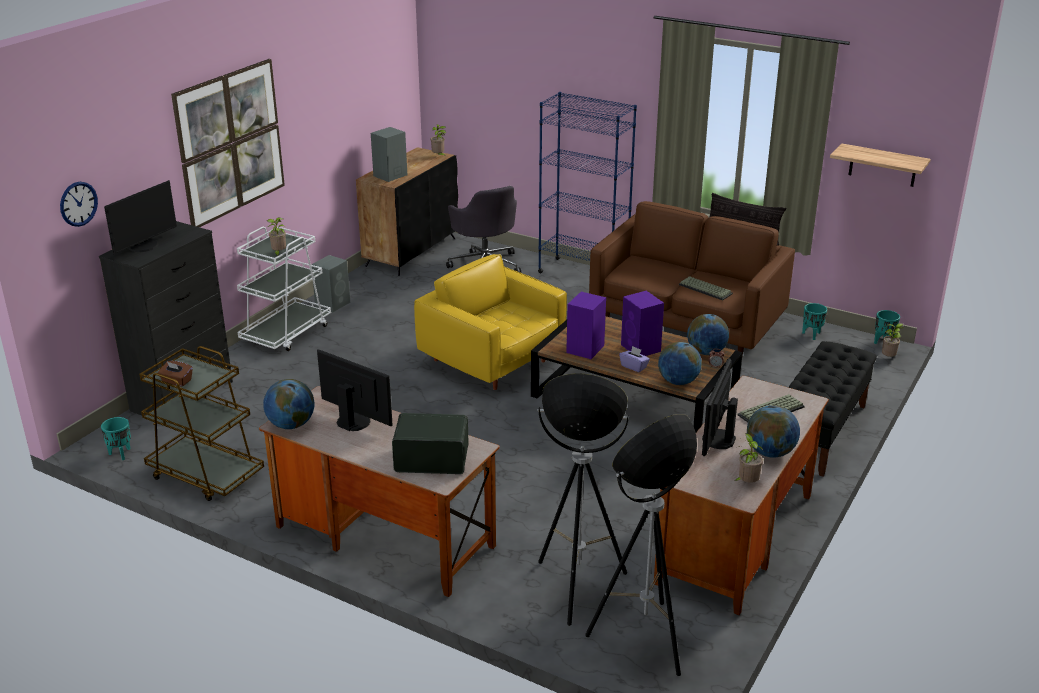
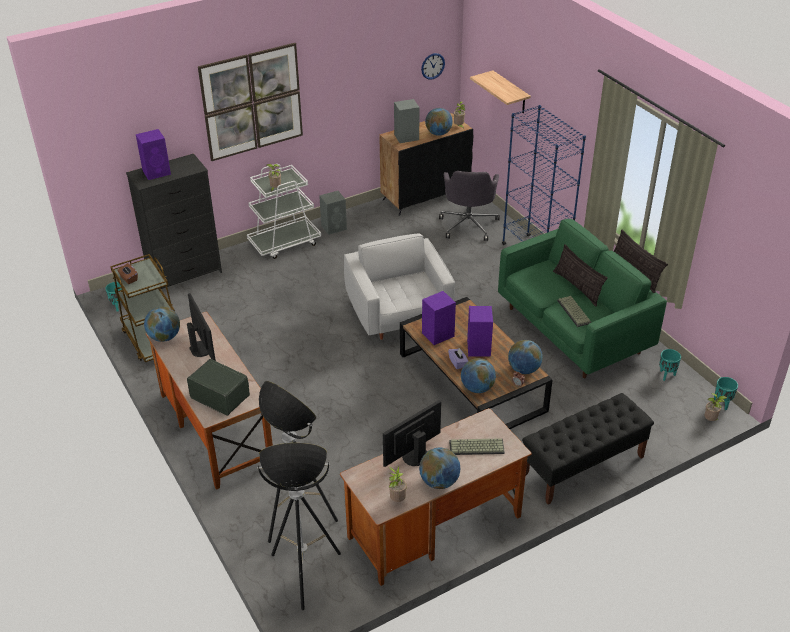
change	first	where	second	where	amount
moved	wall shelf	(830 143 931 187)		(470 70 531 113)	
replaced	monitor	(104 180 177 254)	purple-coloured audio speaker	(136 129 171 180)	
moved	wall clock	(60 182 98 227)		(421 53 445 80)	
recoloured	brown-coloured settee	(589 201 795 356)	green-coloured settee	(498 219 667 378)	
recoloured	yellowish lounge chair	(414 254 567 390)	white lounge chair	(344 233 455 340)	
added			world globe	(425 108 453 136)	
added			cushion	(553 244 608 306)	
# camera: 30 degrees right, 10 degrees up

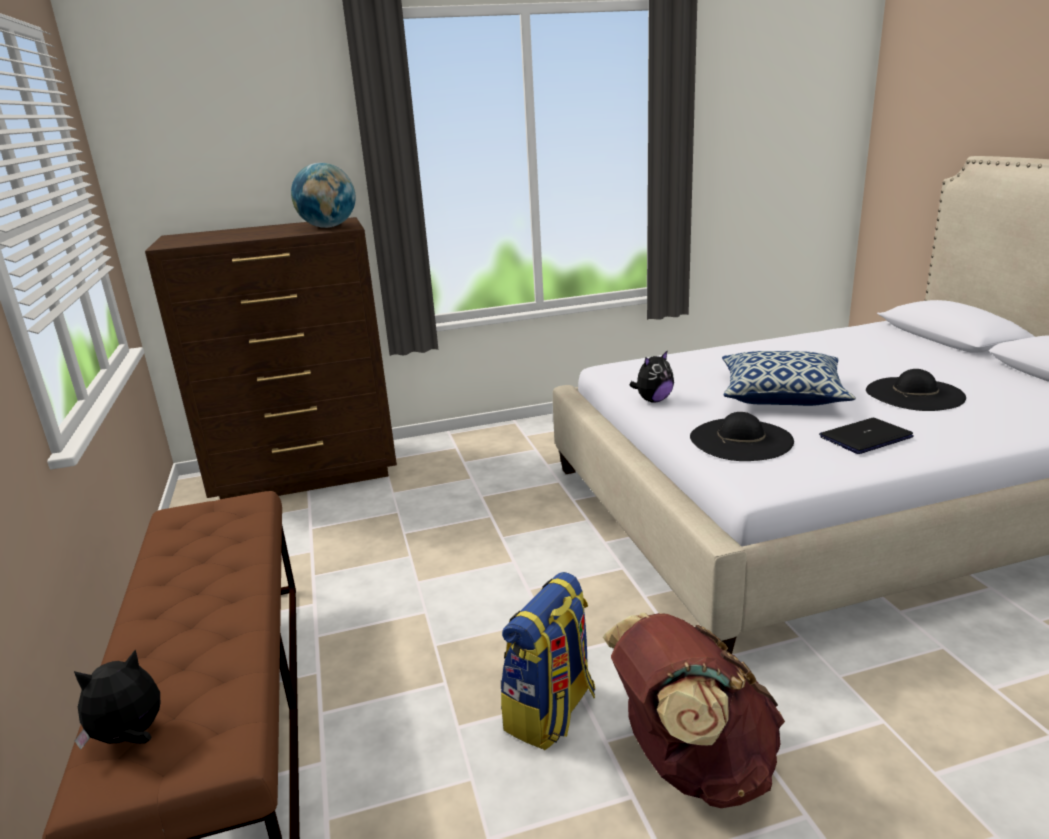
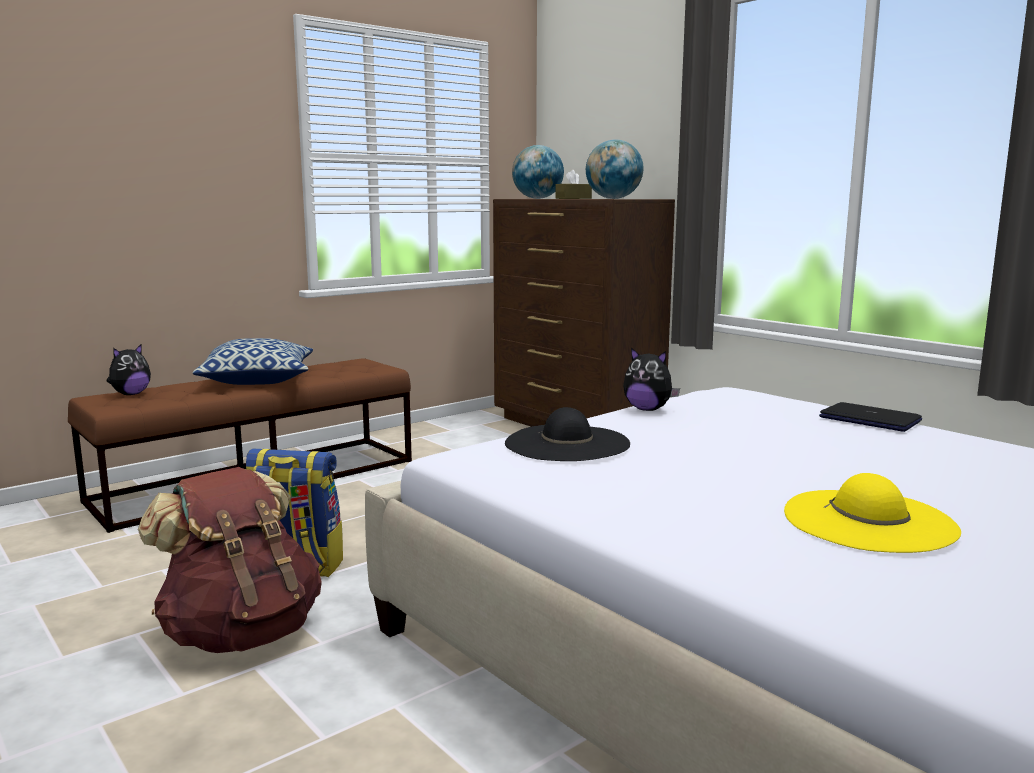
change	first	where	second	where	amount
moved	cushion	(722 351 856 406)		(193 338 313 385)	
recoloured	black-coloured hat	(866 369 966 411)	yellowish hat	(784 473 961 553)	
moved	laptop	(819 418 914 454)		(819 402 922 432)	
turned	plush toy	(74 650 160 750)		(107 344 151 395)	90 degrees clockwise
added			world globe	(512 145 564 199)	
added			brown-coloured box of tissues	(555 170 592 199)	
# camera: 65 degrees right, 10 degrees down

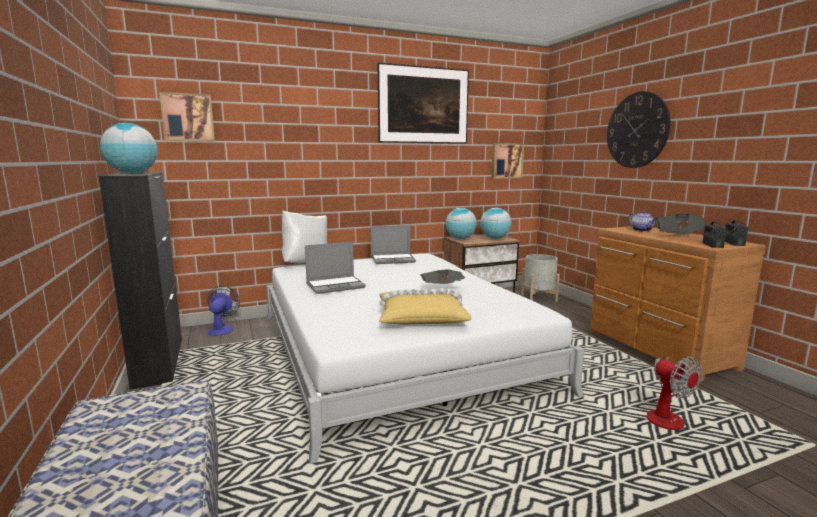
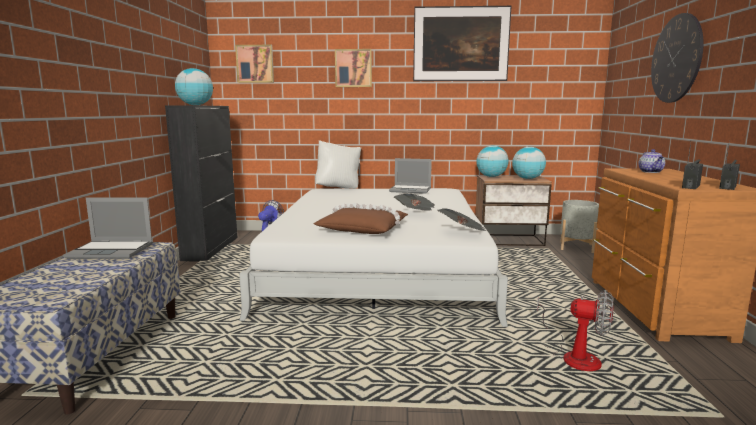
change	first	where	second	where	amount
moved	wall art	(491 143 524 179)		(335 49 372 87)	
moved	newspaper	(656 213 706 235)		(437 208 487 231)	
moved	laptop	(305 242 366 294)		(63 198 153 259)	
recoloured	yellowish cushion	(379 288 471 325)	brown-coloured cushion	(314 203 408 234)	
turned	electric fan	(642 356 702 430)		(537 290 614 371)	60 degrees counterclockwise
# camera: 25 degrees right, 0 degrees up

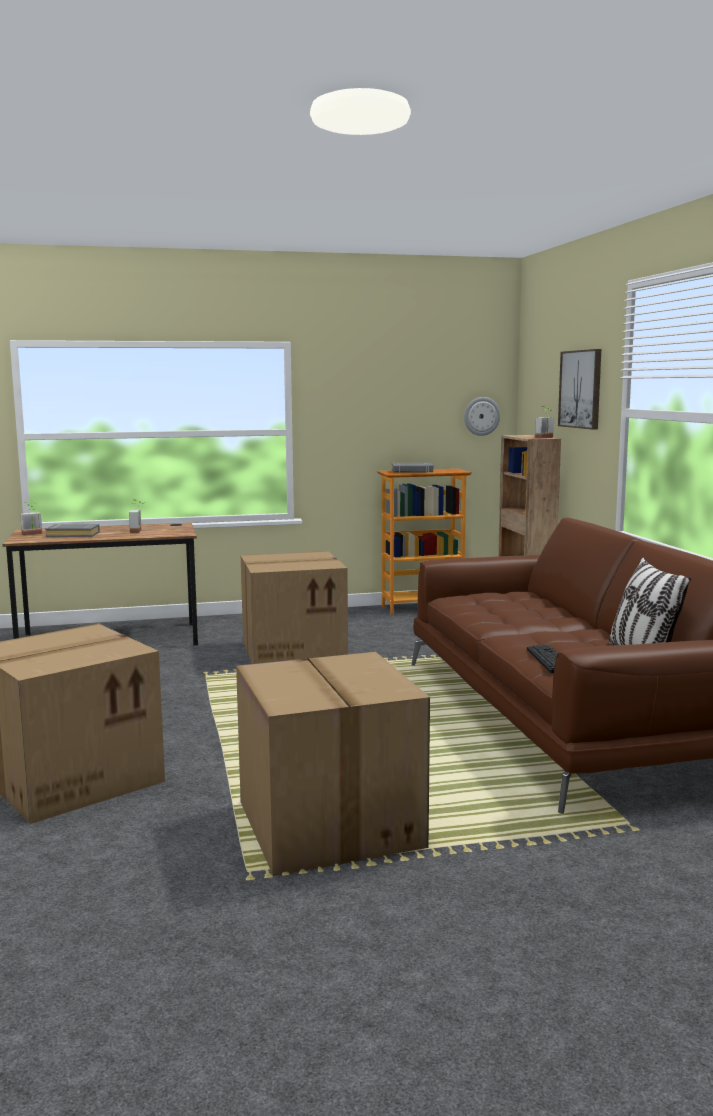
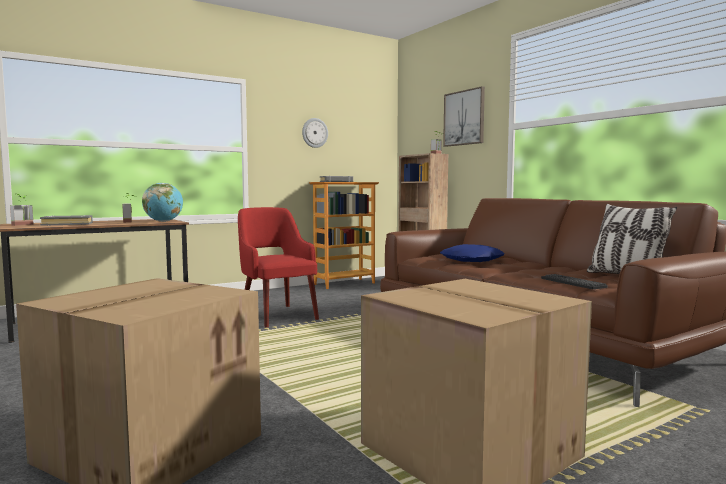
change	first	where	second	where	amount
moved	wall clock	(464 397 500 436)		(302 118 328 148)	
replaced	cardboard box	(241 551 348 664)	red lounge chair	(238 207 319 328)	
added			world globe	(142 183 183 222)	
added			blue cushion	(440 244 504 262)	
# camera: 20 degrees left, 5 degrees down

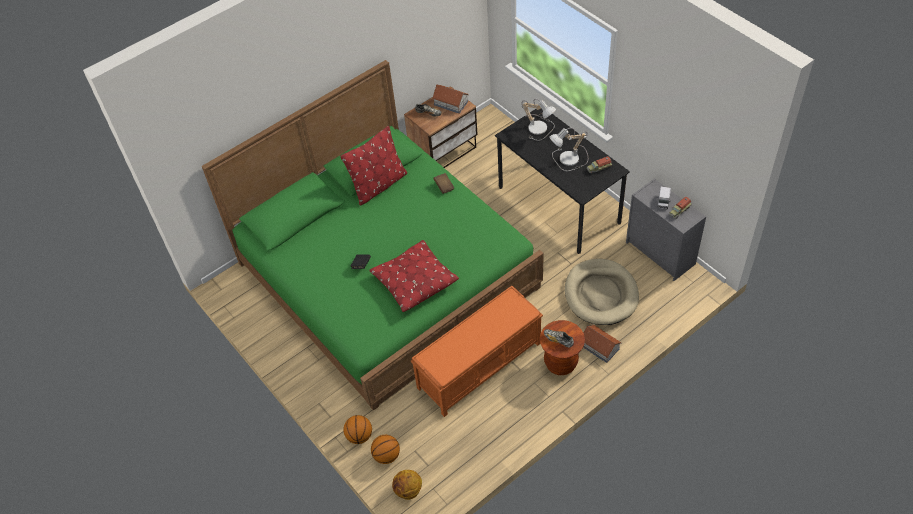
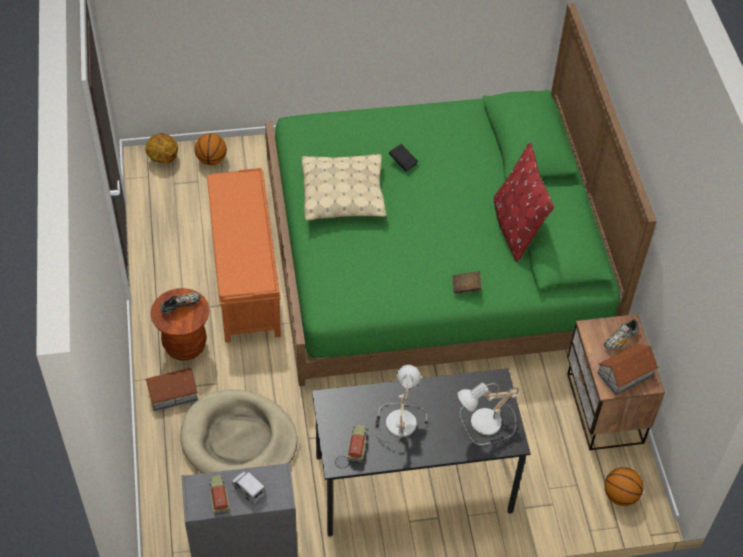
change	first	where	second	where	amount
recoloured	red cushion	(369 240 459 312)	sand-coloured cushion	(302 154 387 221)	
moved	ball for basketball	(344 415 372 444)		(604 467 643 506)	
# camera: 115 degrees right, 0 degrees up

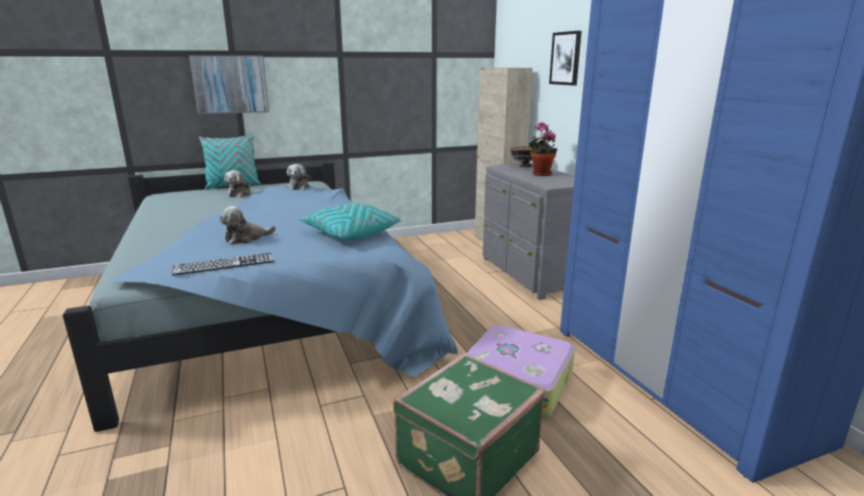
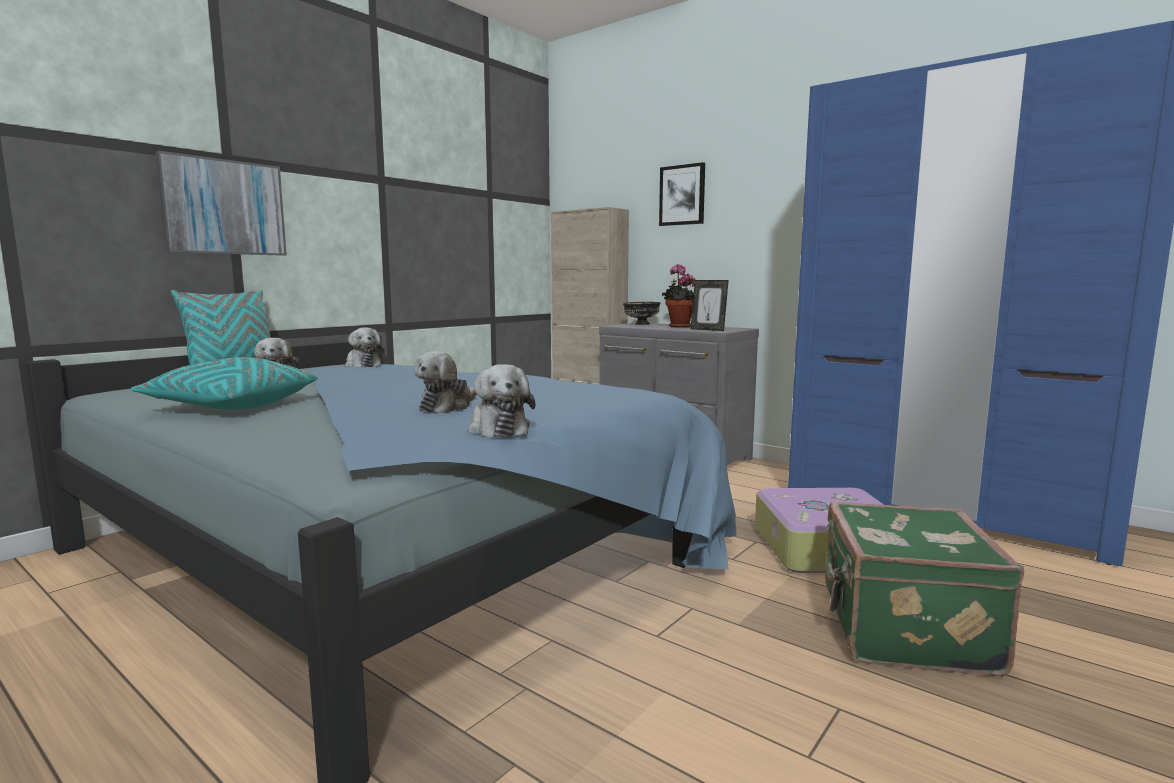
change	first	where	second	where	amount
moved	turquoise cushion	(299 202 401 240)		(130 357 318 410)	
replaced	keyboard	(172 253 274 276)	plush toy	(468 364 535 438)	
added			picture frame	(691 280 729 331)	
# camera: 30 degrees left, 10 degrees down

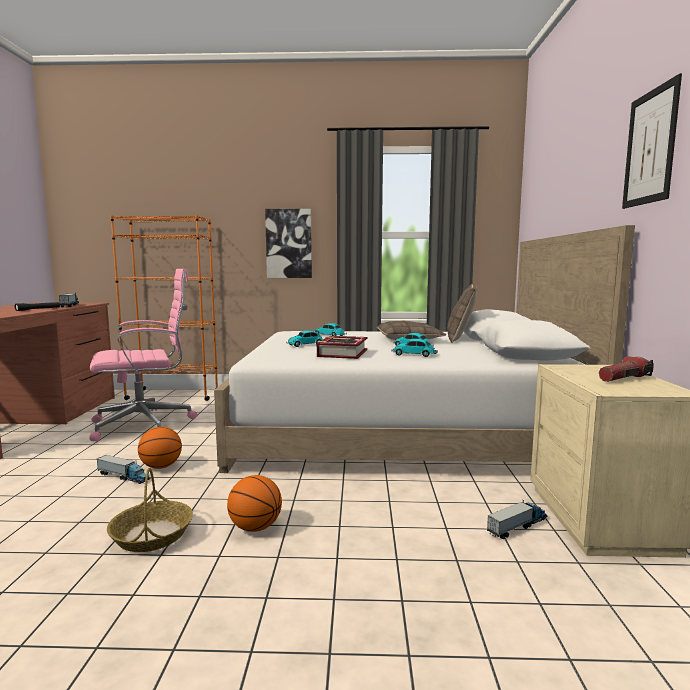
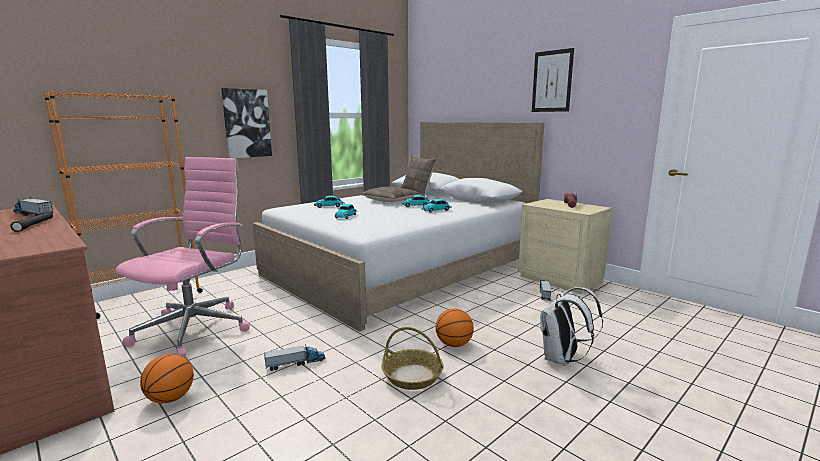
change	first	where	second	where	amount
removed	volume	(317 336 367 359)			
moved	ball for basketball	(138 427 182 469)		(140 354 194 403)	
added			white backpack	(540 287 603 366)	
# camera: 45 degrees left, 5 degrees up

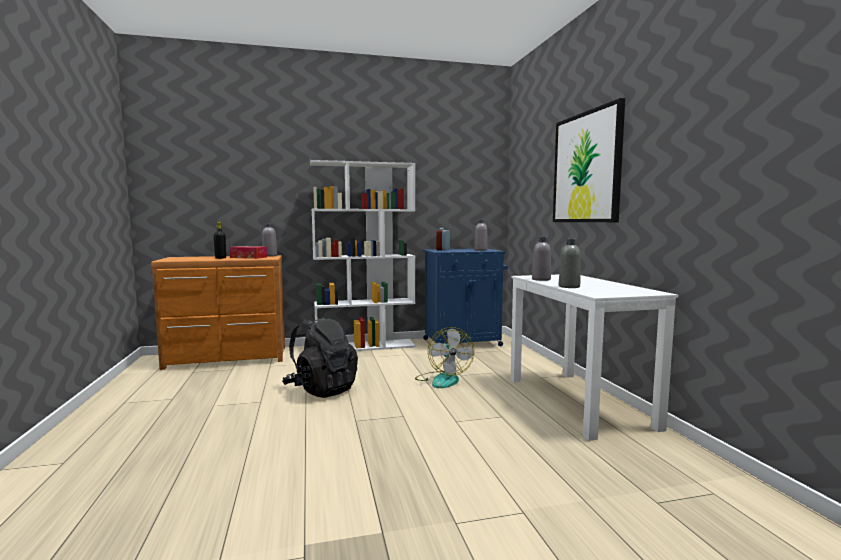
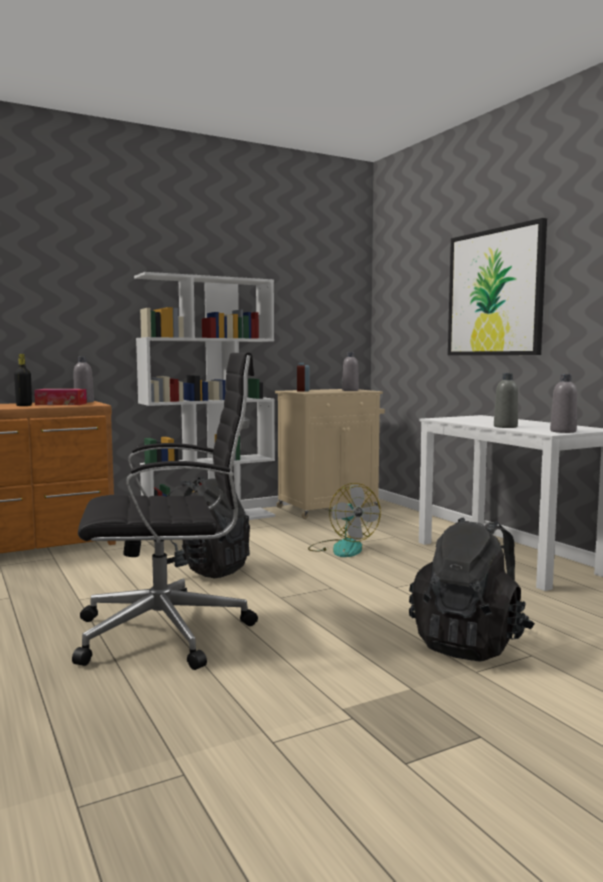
change	first	where	second	where	amount
moved	greyish beverage bottle	(532 237 551 281)		(550 374 577 433)	
recoloured	blue cupboard	(423 249 508 346)	sand-coloured cupboard	(275 389 385 519)	
added			black-coloured computer chair	(72 352 258 670)	
added			black-coloured backpack	(409 517 535 662)	
# camera: 15 degrees left, 0 degrees up

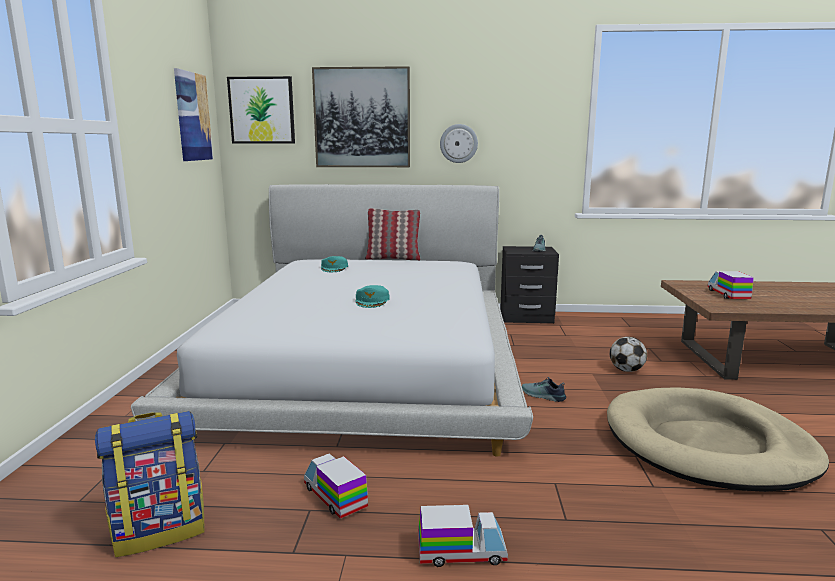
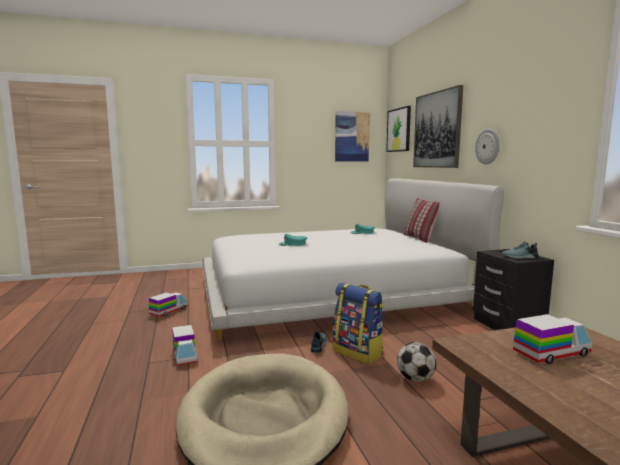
change	first	where	second	where	amount
moved	backpack	(95 411 205 557)		(332 283 384 364)	
moved	toy truck	(418 505 508 567)		(172 325 198 366)	
# camera: 70 degrees right, 5 degrees down

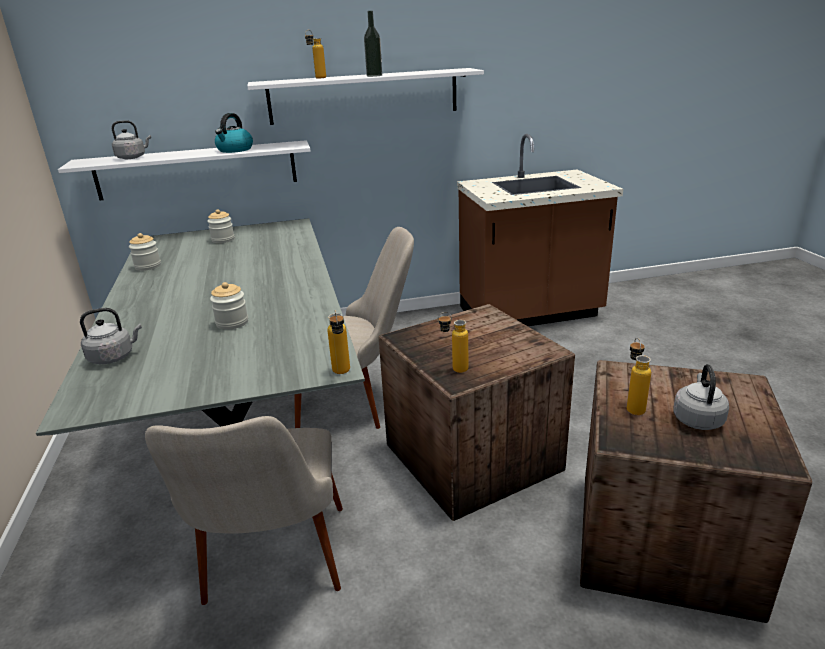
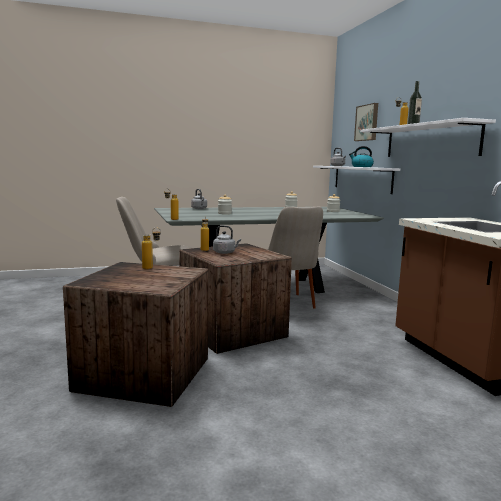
change	first	where	second	where	amount
moved	greyish tea kettle	(673 364 729 430)		(213 225 241 254)	
added			wall art	(354 103 378 141)	
# camera: 85 degrees right, 15 degrees down

